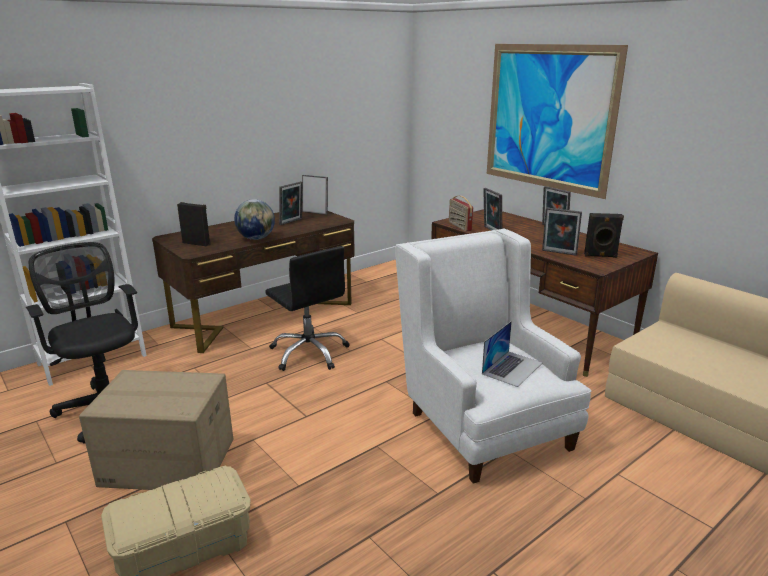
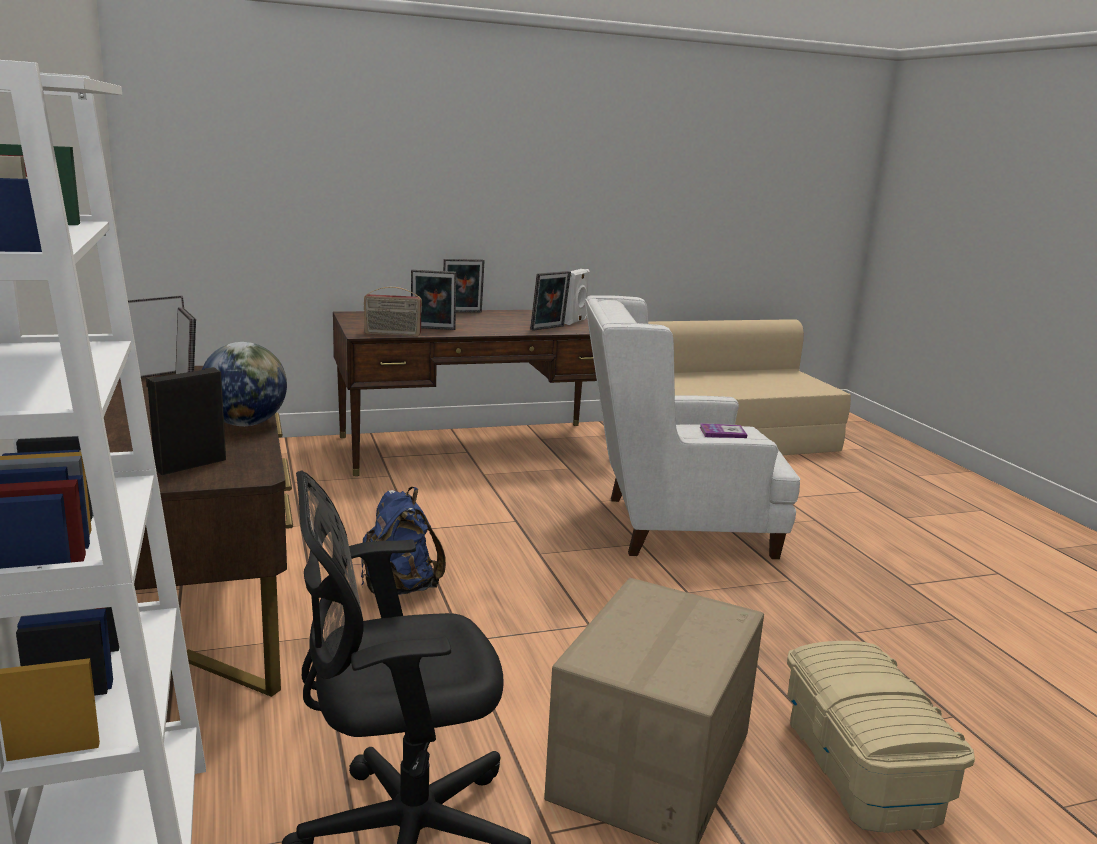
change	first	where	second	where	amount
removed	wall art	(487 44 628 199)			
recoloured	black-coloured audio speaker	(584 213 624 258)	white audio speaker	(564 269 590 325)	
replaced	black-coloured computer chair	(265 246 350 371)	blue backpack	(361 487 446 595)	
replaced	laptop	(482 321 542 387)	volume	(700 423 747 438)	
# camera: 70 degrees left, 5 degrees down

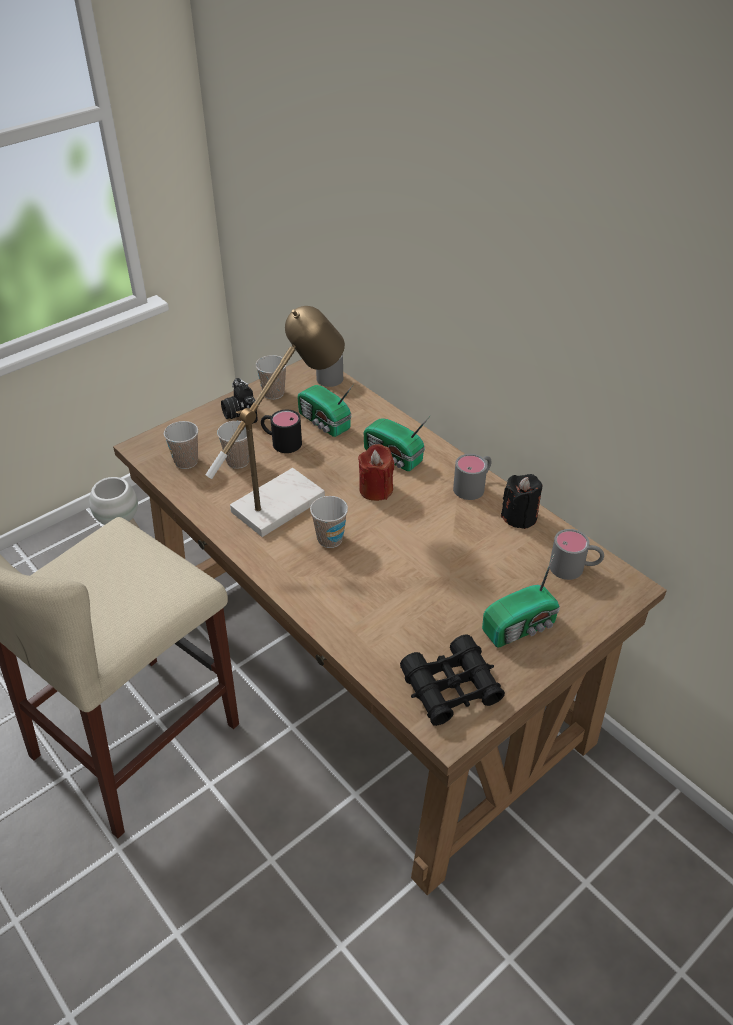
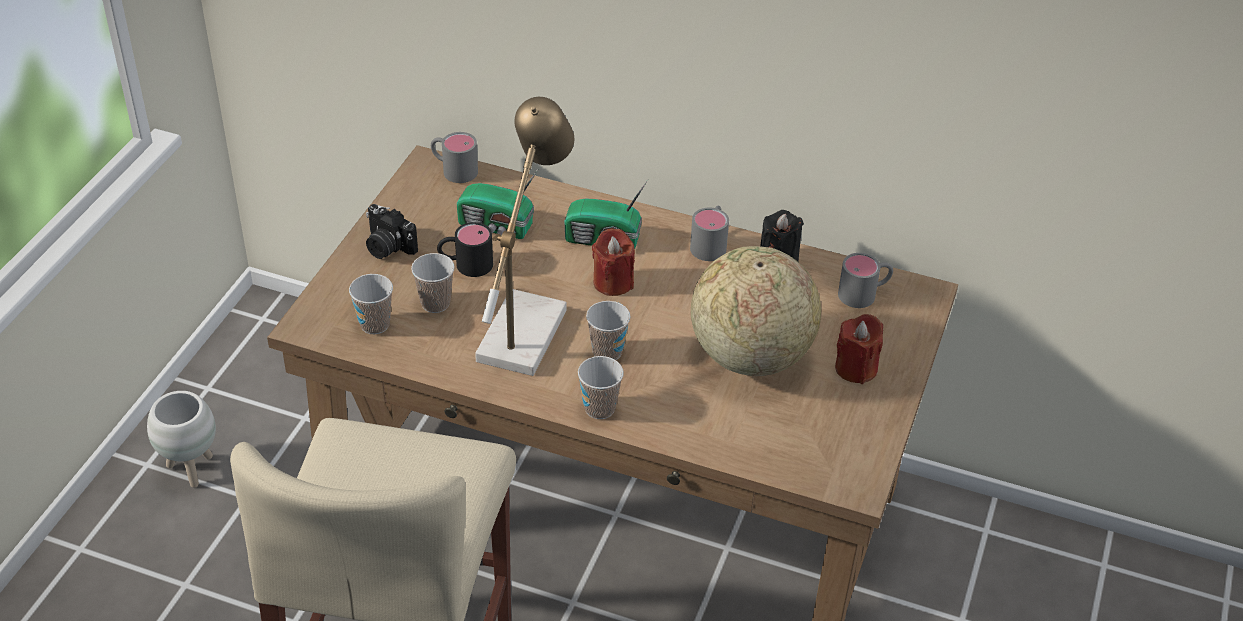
change	first	where	second	where	amount
moved	drinking cup	(256 355 287 400)		(578 356 624 419)	
replaced	radio set	(482 553 560 648)	red wax light	(835 314 883 384)	
removed	black-coloured pair of binoculars	(400 634 505 726)			
added			world globe	(691 246 821 376)	
# camera: 30 degrees left, 0 degrees up

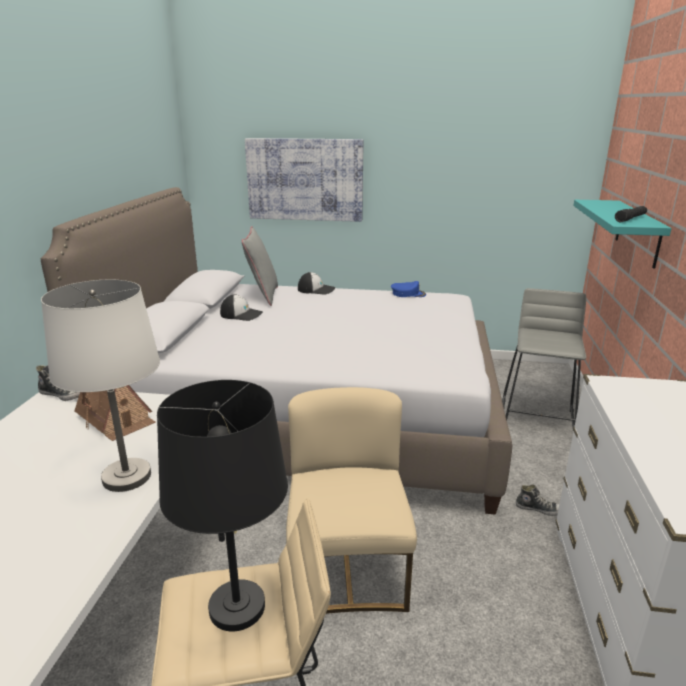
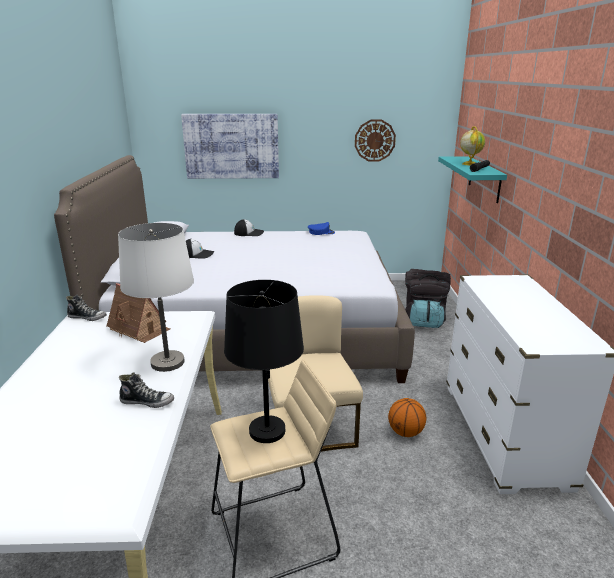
change	first	where	second	where	amount
removed	greyish cushion	(242 226 278 306)			
replaced	greyish sitting stool	(502 288 586 432)	black-coloured backpack	(405 269 451 328)	
moved	item of footwear	(516 485 559 516)		(119 372 174 408)	
added			wall clock	(355 119 396 162)	
added			world globe	(460 127 485 166)	
added			ball for basketball	(388 398 426 437)	
# camera: 10 degrees left, 0 degrees up

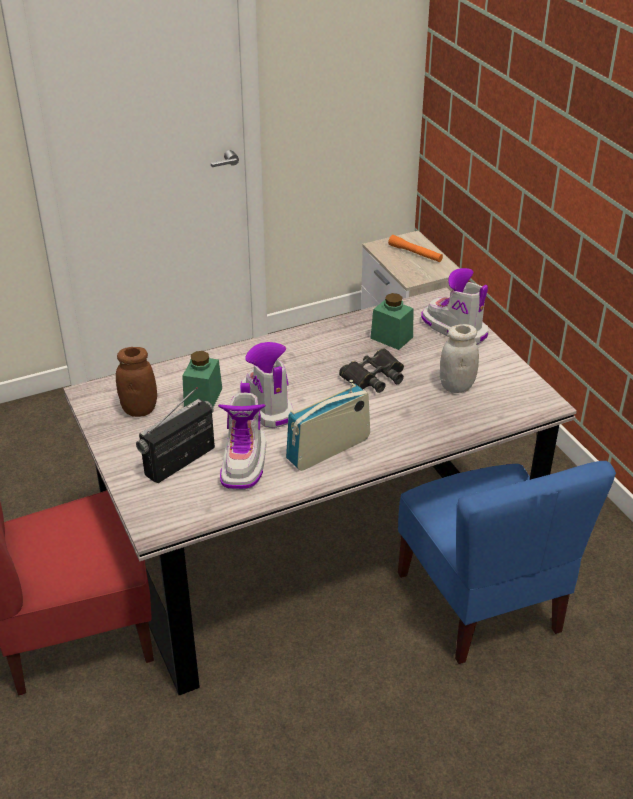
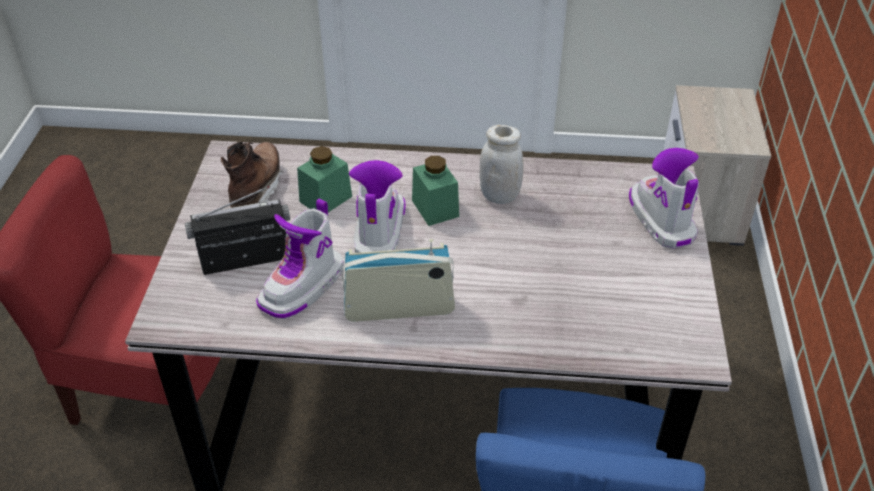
change	first	where	second	where	amount
removed	orange-coloured hand torch	(388 235 443 262)			
moved	green-coloured preserve jar	(370 293 413 350)		(412 156 459 226)	
moved	white preserve jar	(440 324 479 393)		(479 125 524 204)	
replaced	brown-coloured preserve jar	(116 347 157 417)	brown-coloured boot	(221 141 283 208)	
removed	black-coloured pair of binoculars	(339 348 404 393)			
# camera: 30 degrees right, 5 degrees up

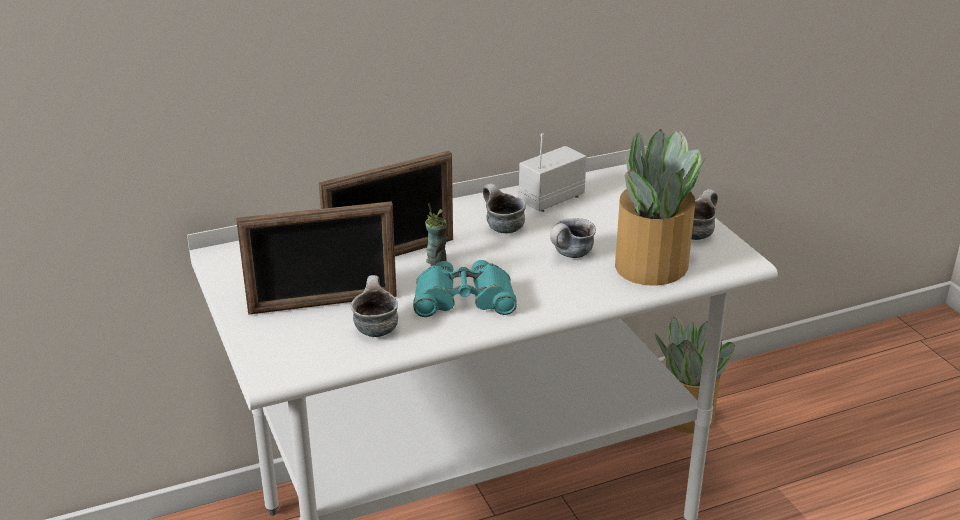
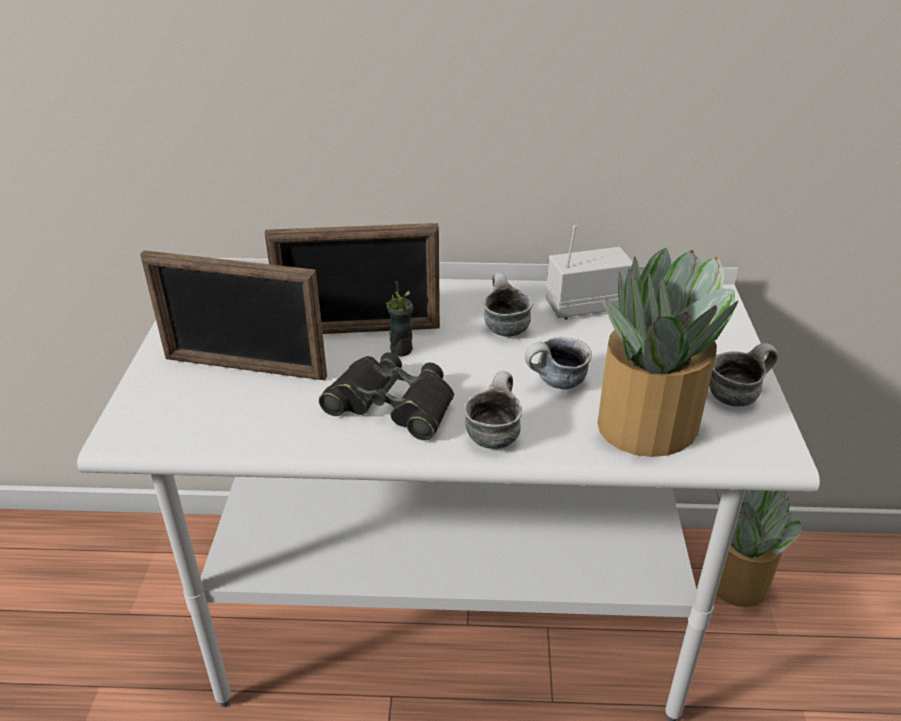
change	first	where	second	where	amount
recoloured	turquoise pair of binoculars	(413 260 517 317)	black-coloured pair of binoculars	(319 352 454 441)	
moved	coffee mug	(351 275 398 337)		(464 371 522 449)	
# camera: 25 degrees right, 5 degrees up

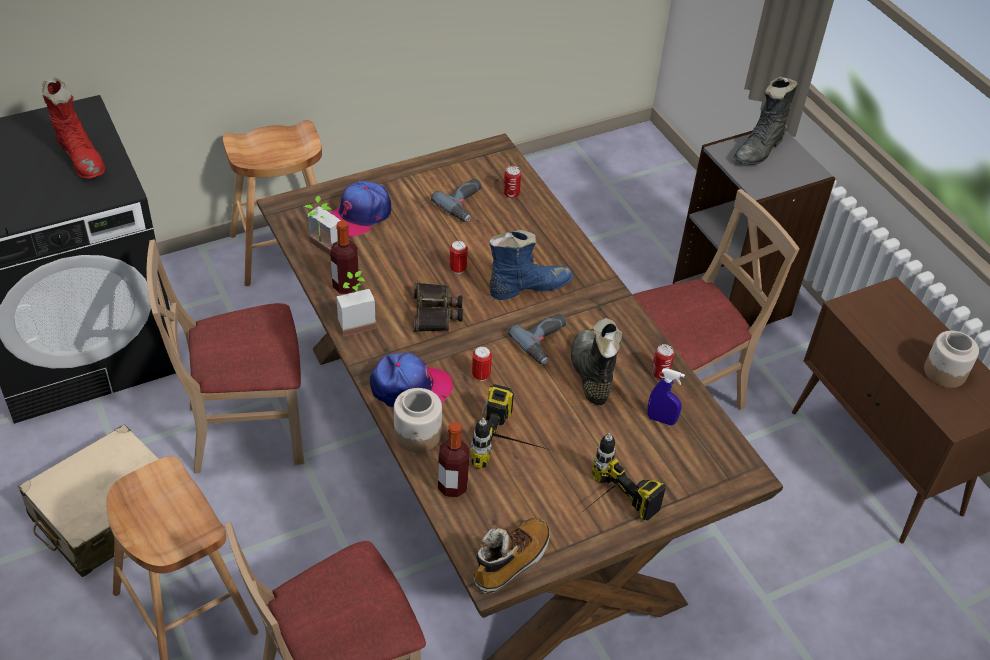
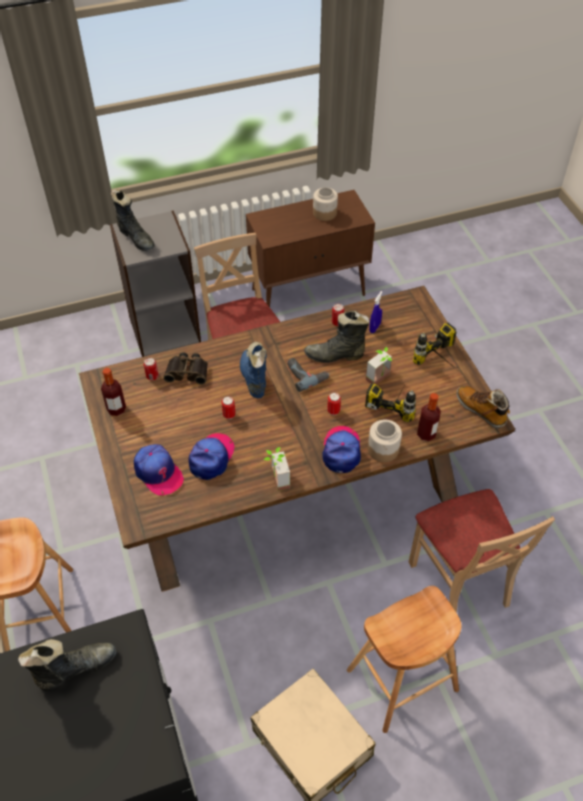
change	first	where	second	where	amount
recoloured	red boot	(42 78 105 179)	black-coloured boot	(18 639 117 691)	
removed	electric drill	(431 178 482 222)			
moved	houseplant	(304 196 341 255)		(366 347 392 384)	
moved	beverage bottle	(330 220 359 294)		(101 368 126 416)	
removed	sand-coloured upright chair	(147 239 304 474)			
moved	pair of binoculars	(413 282 463 332)		(163 352 208 385)	
added			peaked cap	(188 433 234 480)	
# camera: 80 degrees left, 5 degrees up

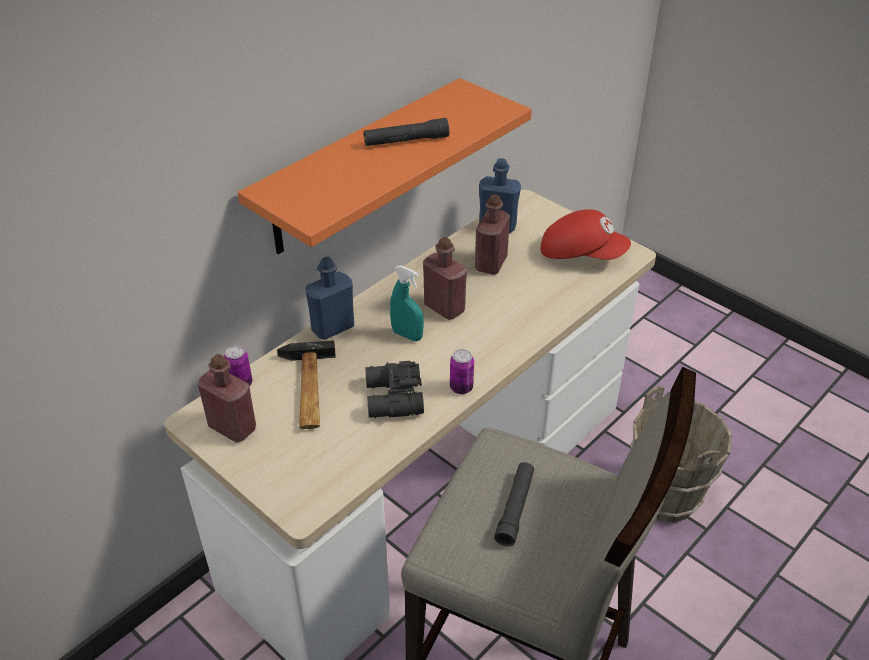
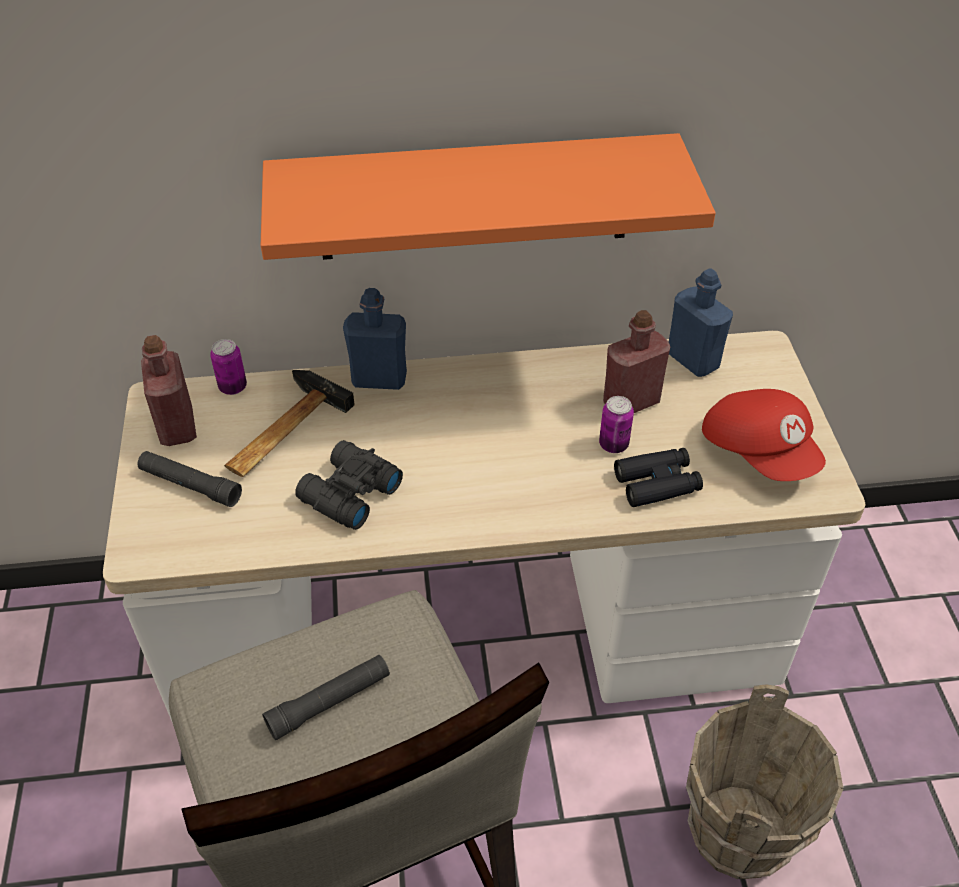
change	first	where	second	where	amount
moved	black-coloured hand torch	(364 118 449 146)		(137 451 242 507)	
removed	red beverage bottle	(423 237 467 320)			
removed	turquoise hand sprayer	(390 265 424 341)			
moved	metal can	(450 349 474 394)		(599 396 634 453)	
added			black-coloured pair of binoculars	(614 448 703 507)	
# camera: 40 degrees right, 5 degrees up

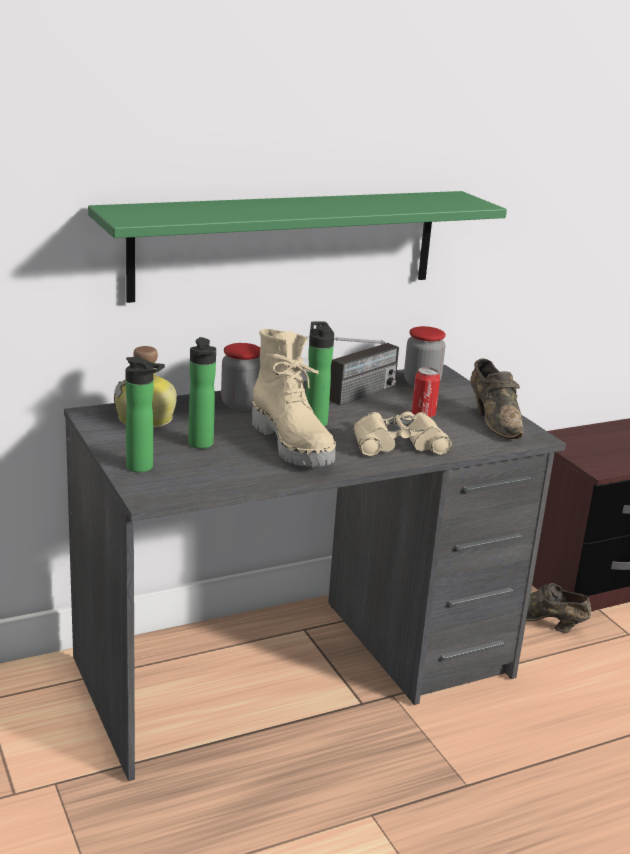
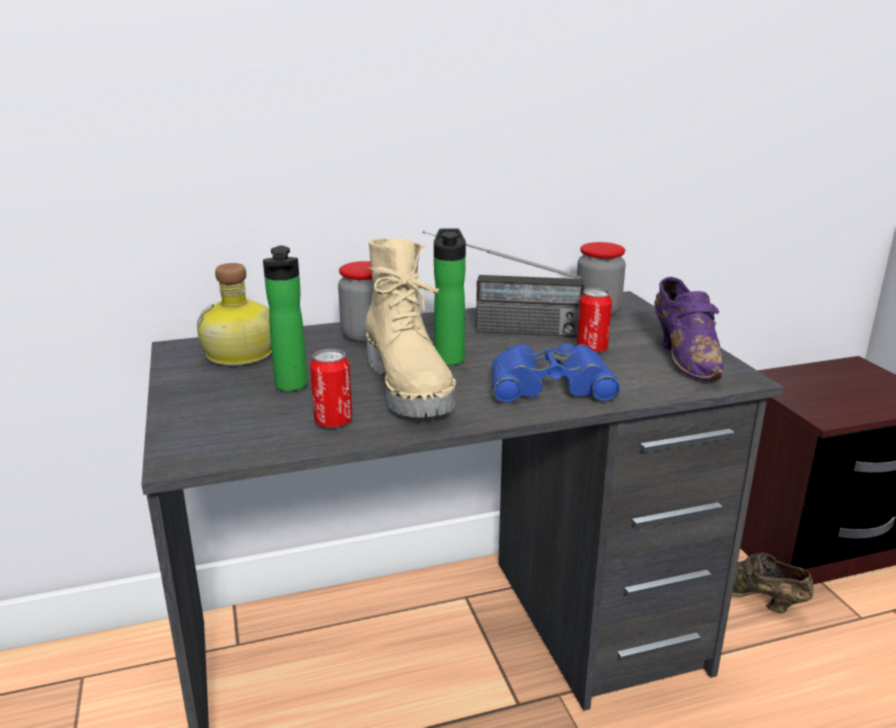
change	first	where	second	where	amount
removed	green-coloured wall shelf	(88 191 507 303)			
turned	radio set	(305 336 399 405)		(423 231 584 337)	45 degrees clockwise
removed	beverage bottle	(125 357 165 472)			
recoloured	brown-coloured item of footwear	(470 358 523 439)	purple-coloured item of footwear	(654 277 724 380)	
recoloured	sand-coloured pair of binoculars	(353 412 452 457)	blue pair of binoculars	(492 344 621 404)	
added			metal can	(310 349 352 428)	
# camera: 10 degrees right, 0 degrees up

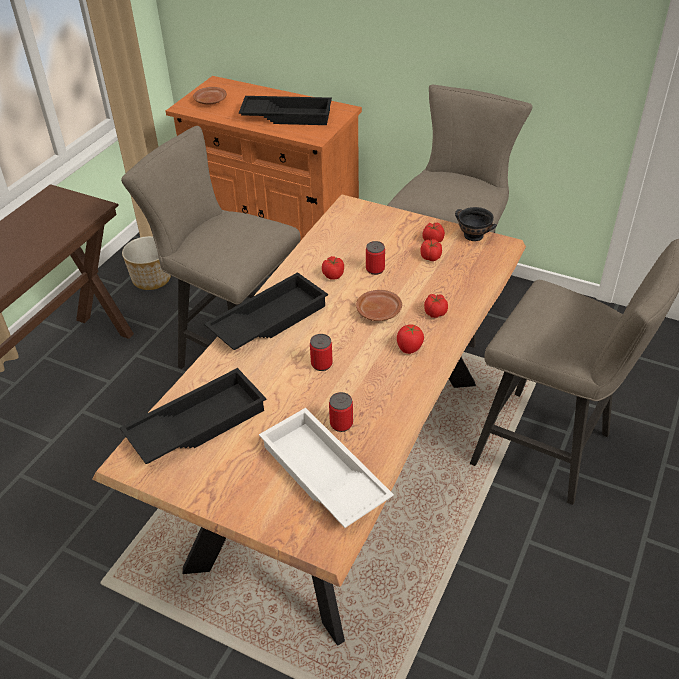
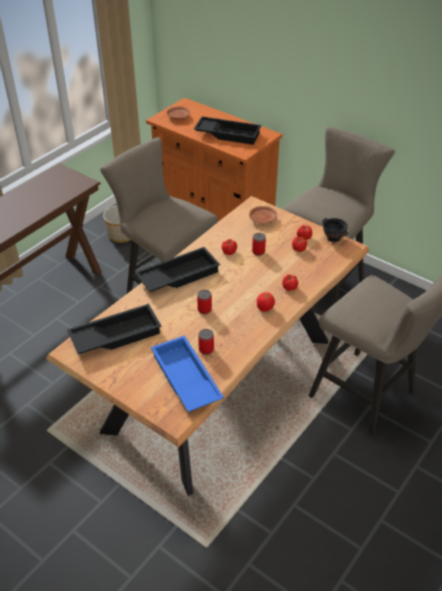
change	first	where	second	where	amount
moved	brown-coloured flat dish	(356 290 402 321)		(249 206 277 224)	
recoloured	white tray	(259 408 394 528)	blue tray	(151 335 224 412)	
# camera: 10 degrees right, 0 degrees up

